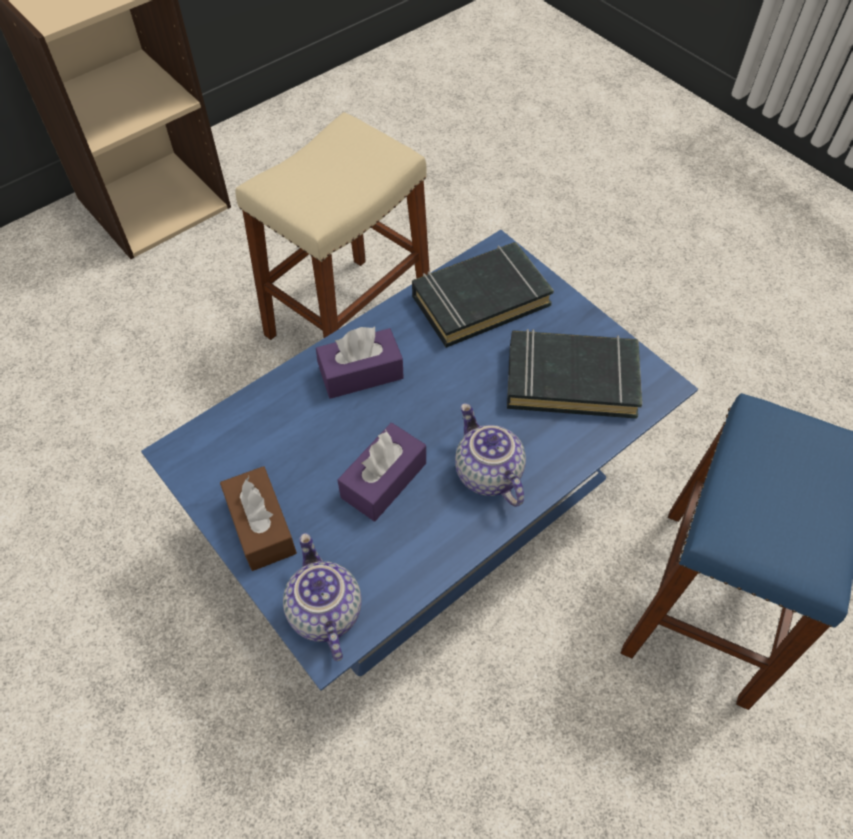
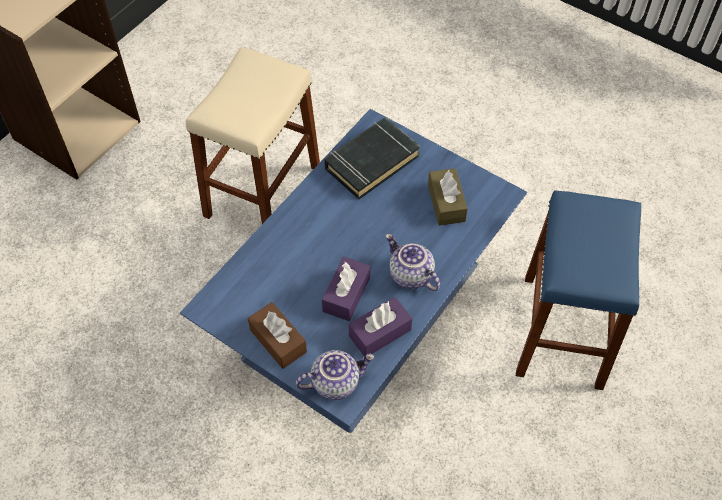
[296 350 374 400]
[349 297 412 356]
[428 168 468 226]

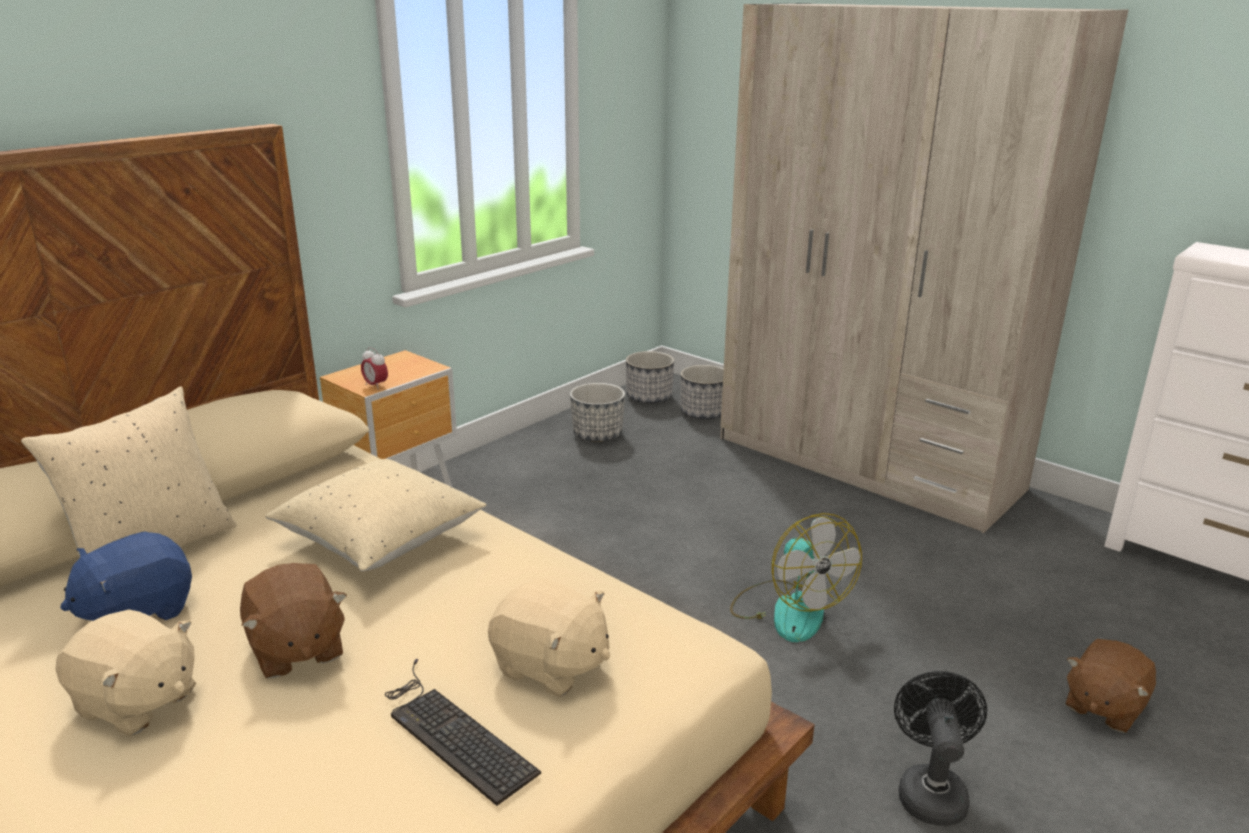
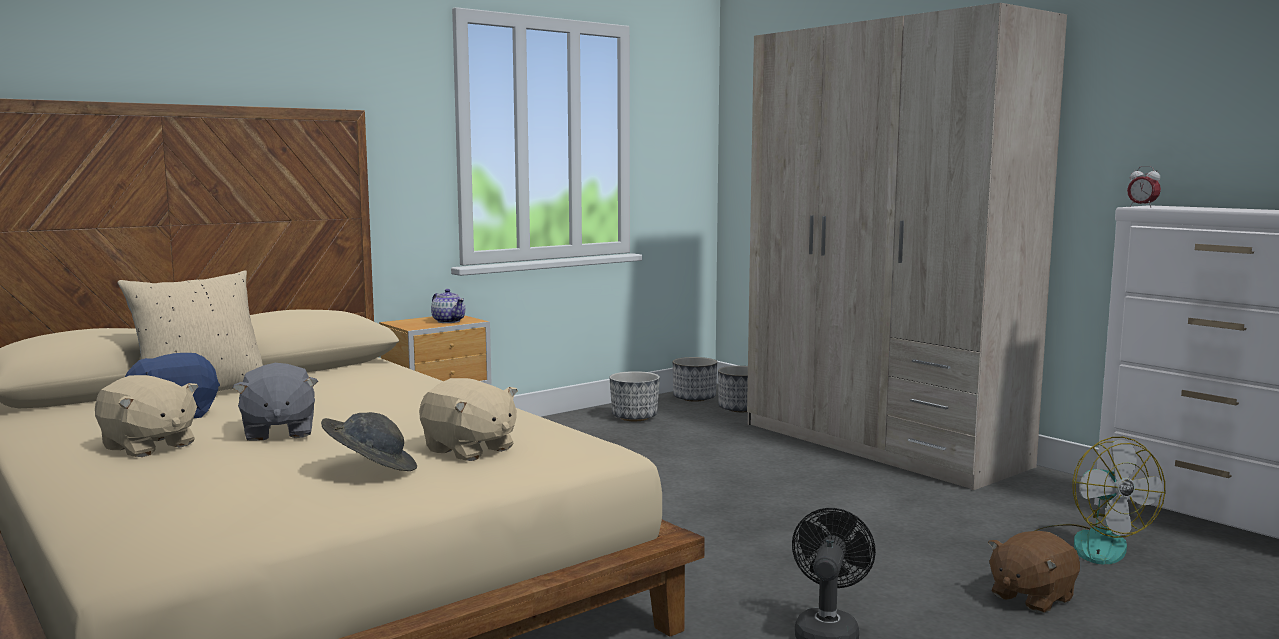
[232 363 318 441]
[321 412 417 471]
[431 289 465 323]
[1034 437 1165 564]
[1127 166 1161 207]
[265 459 487 571] (first image)

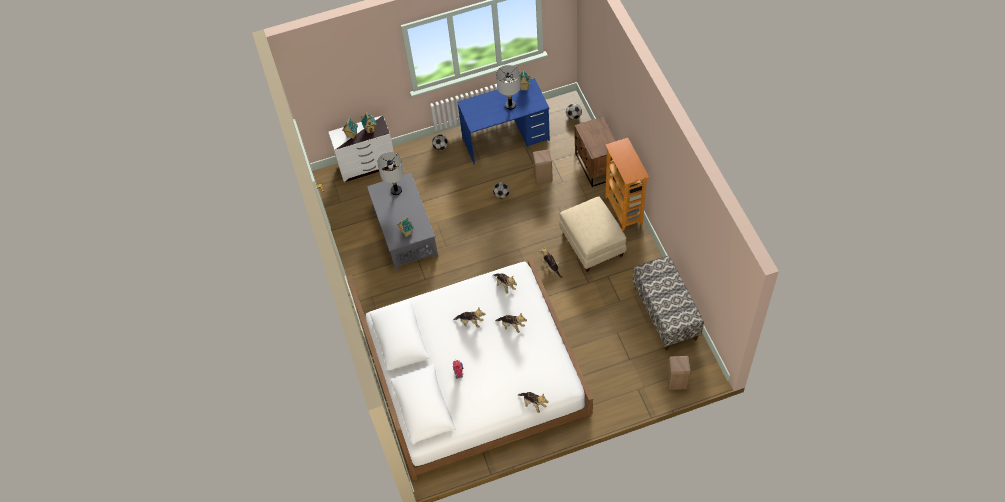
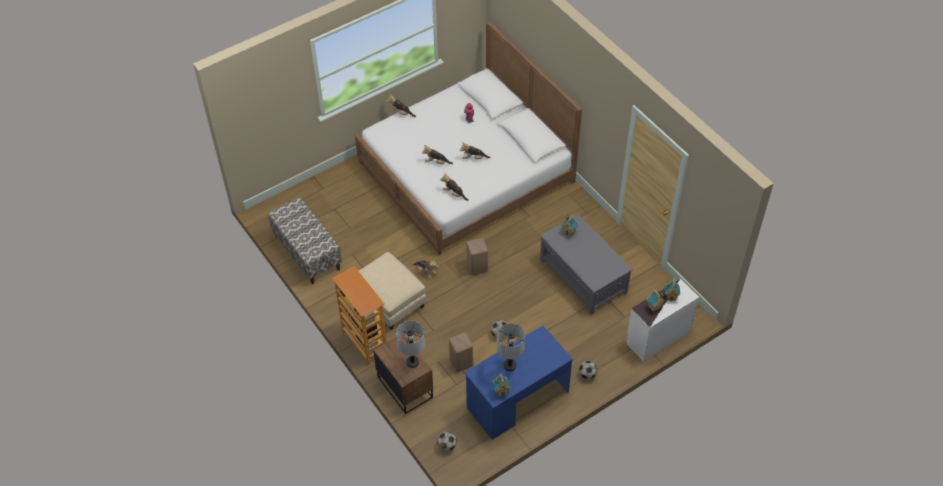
[396 321 425 368]
[466 238 488 275]

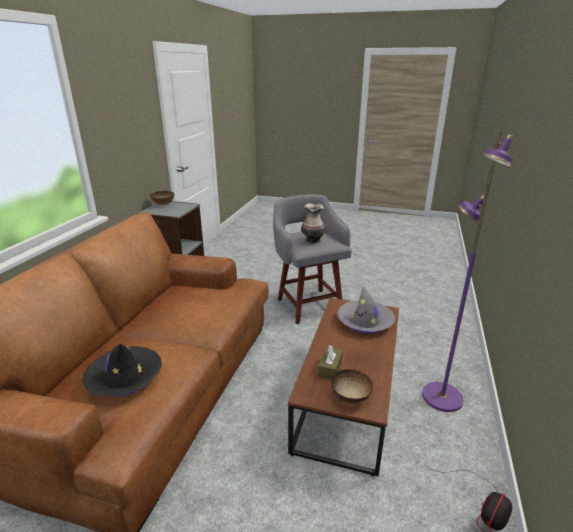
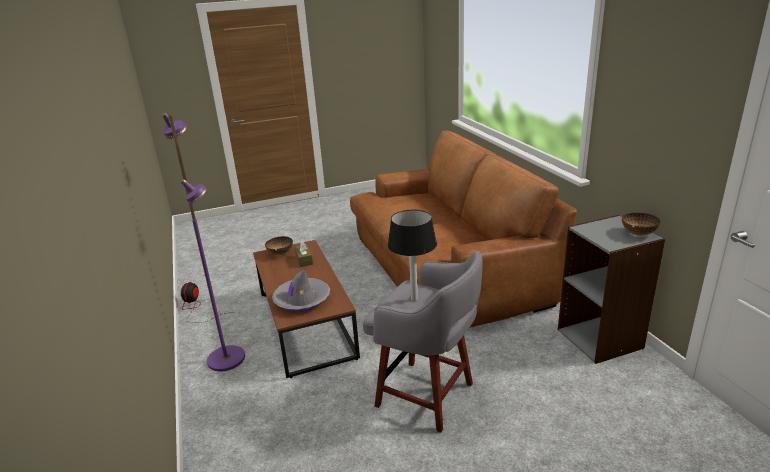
[388 210 437 301]
[82 344 162 397] (first image)

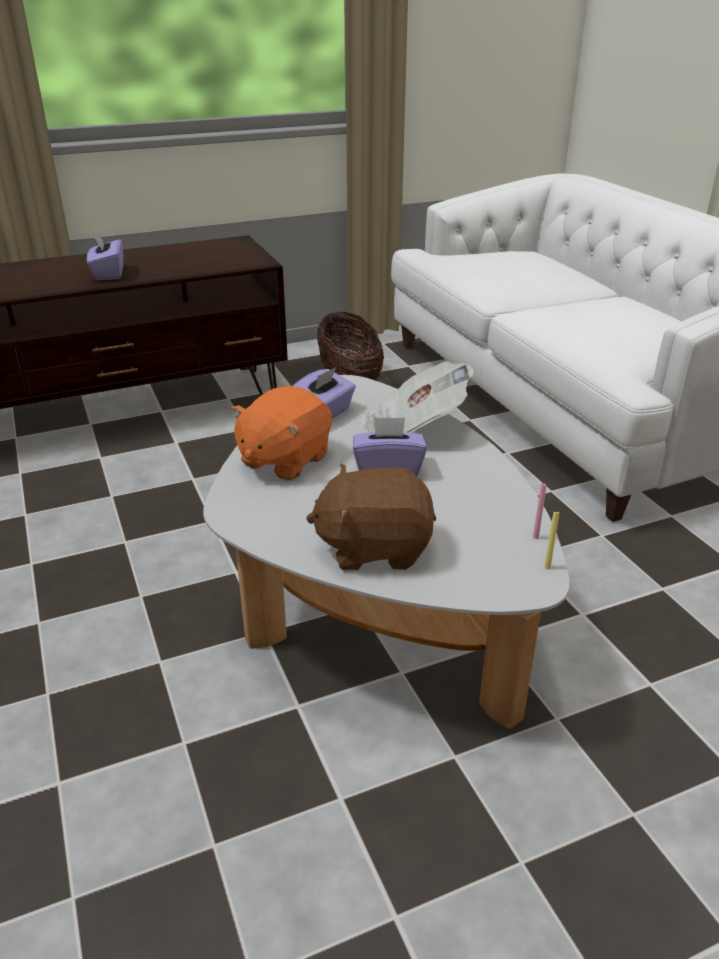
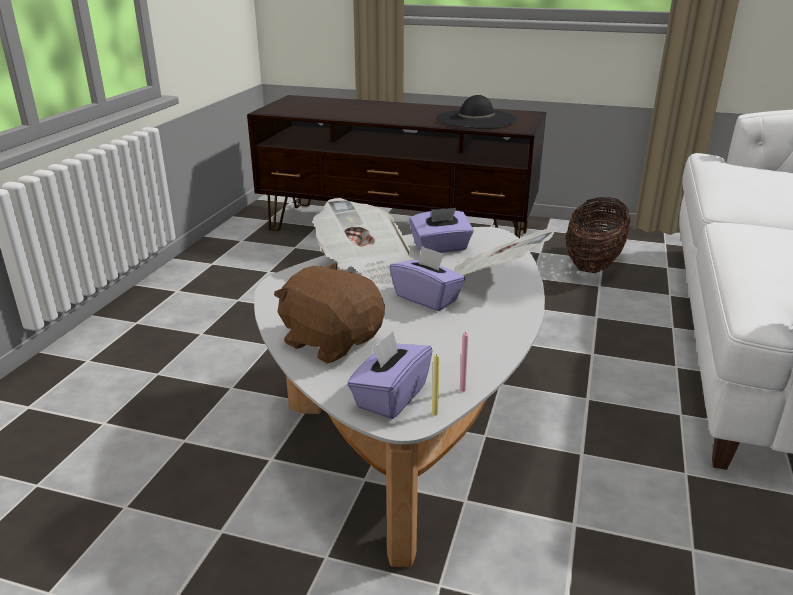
[313 198 414 287]
[347 331 433 419]
[436 95 517 129]

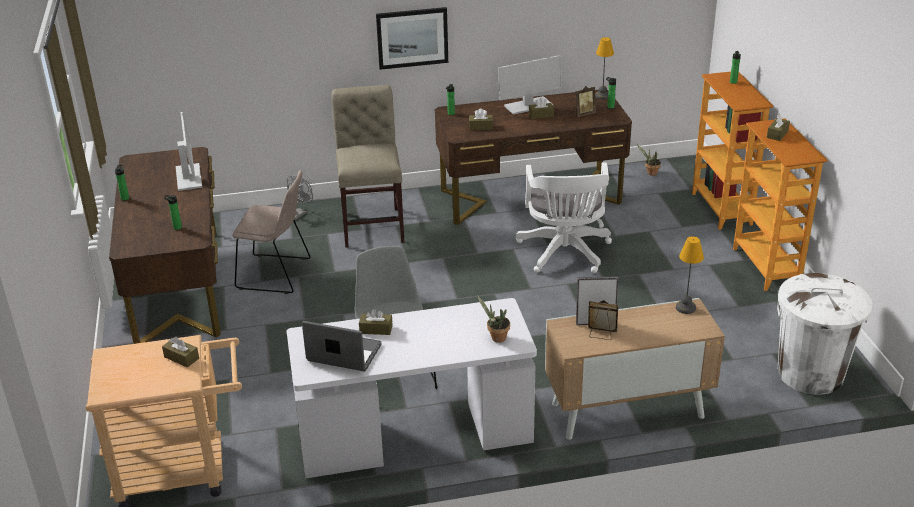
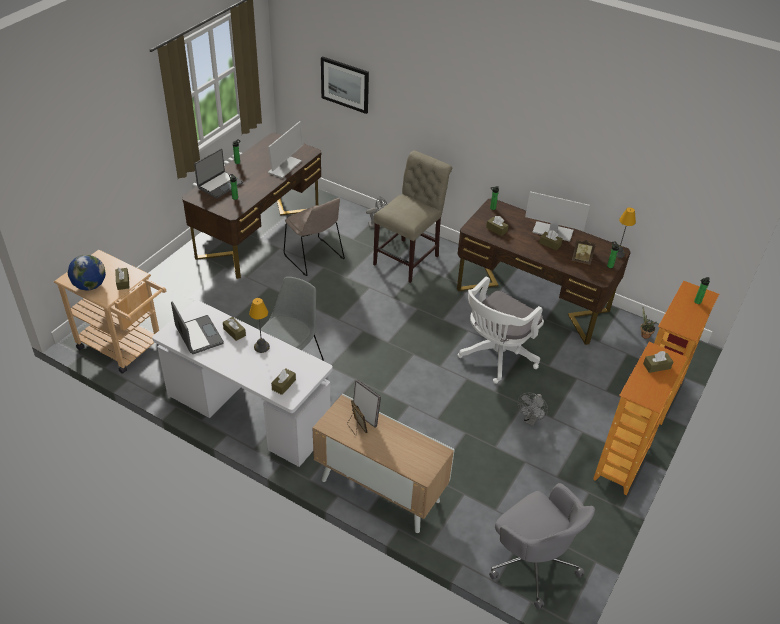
[68 255 106 291]
[194 149 243 199]
[249 298 270 353]
[271 368 296 395]
[321 56 369 114]
[489 483 595 609]
[517 393 548 426]

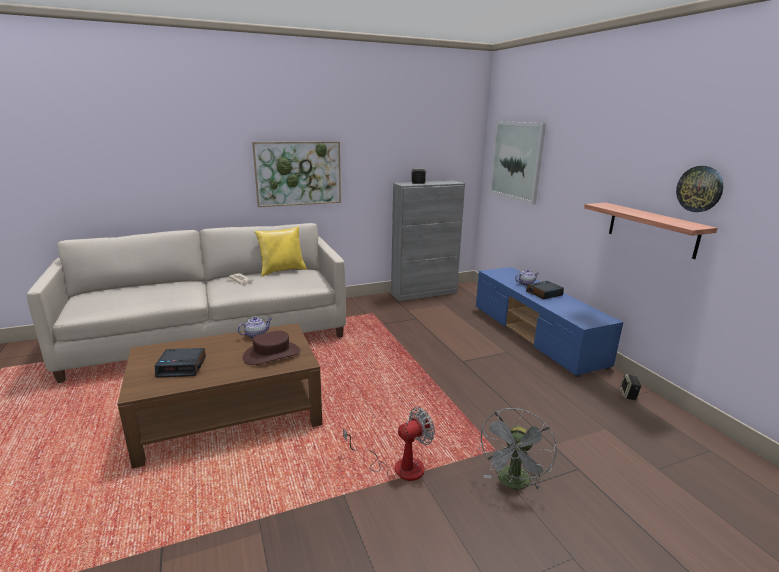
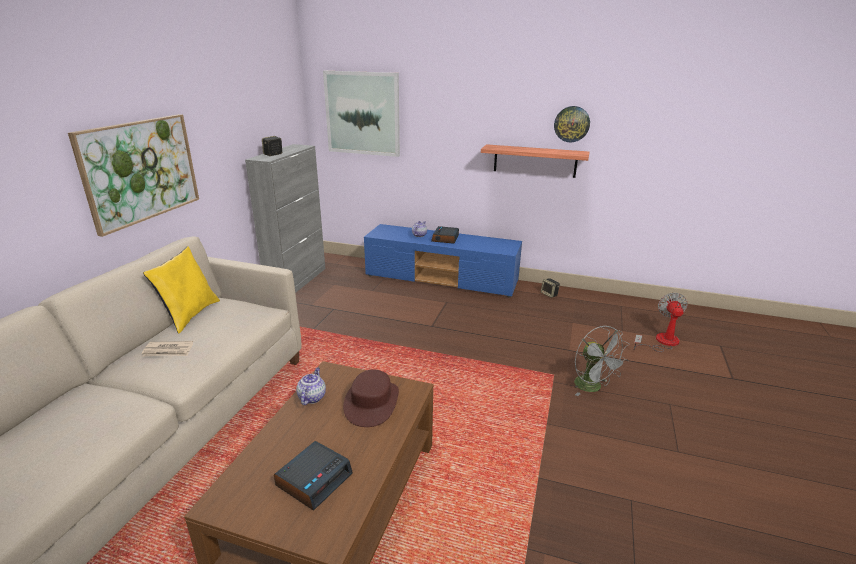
[634 293 688 352]

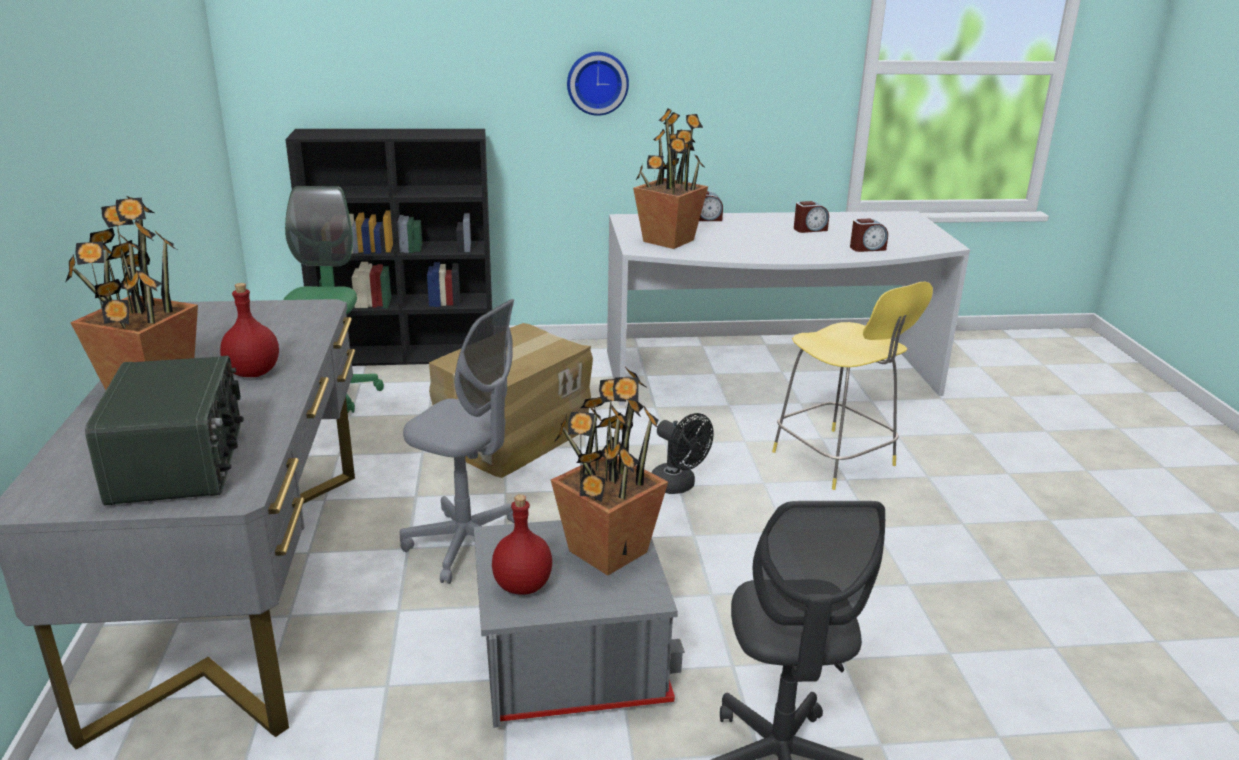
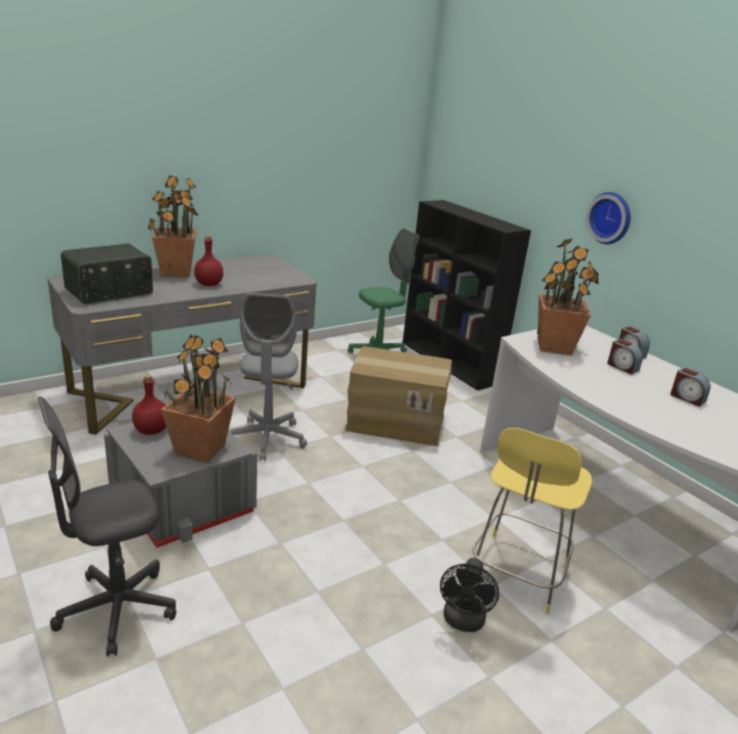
[440 558 499 632]
[607 339 643 375]

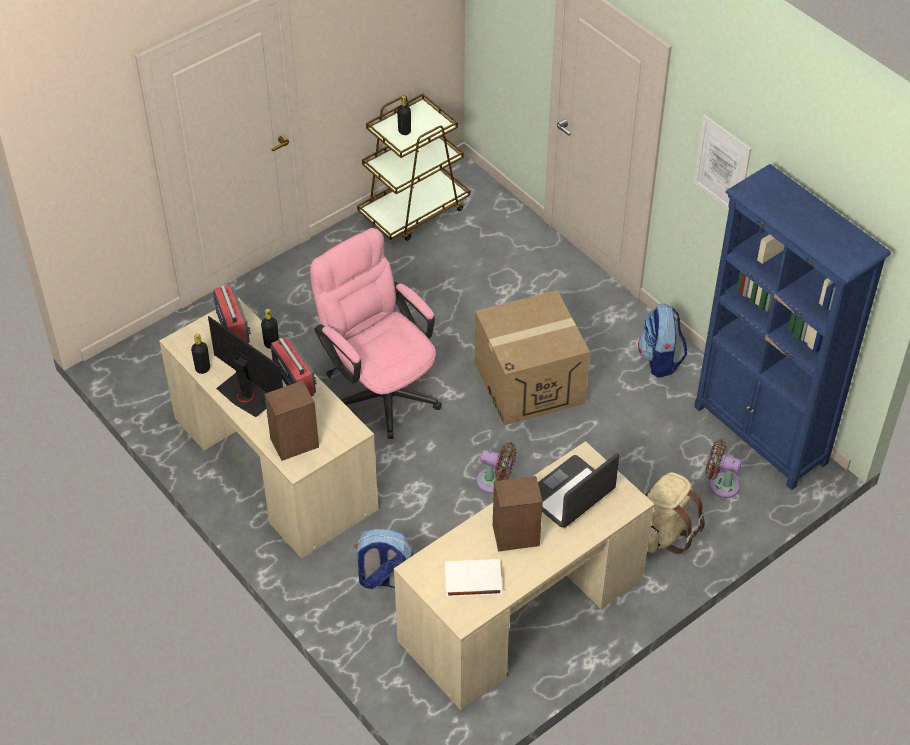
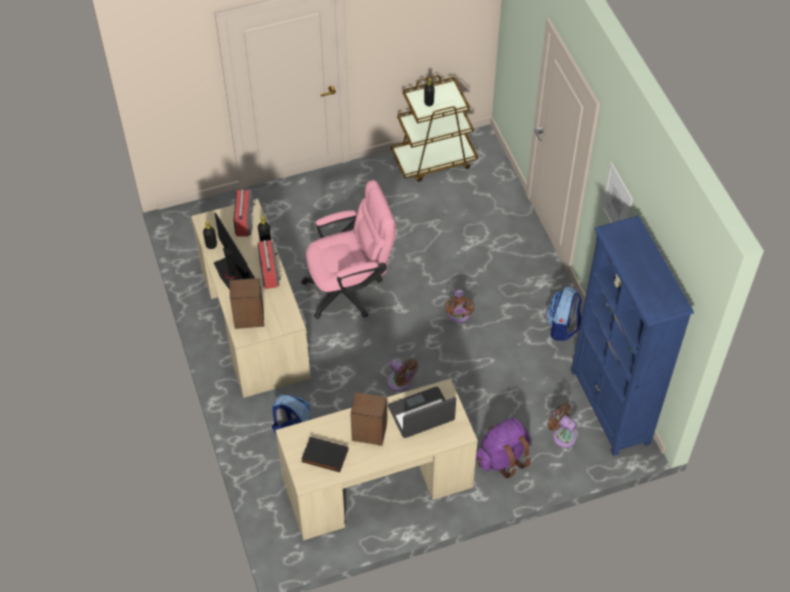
[301 180 396 319]
[302 437 349 472]
[444 290 475 323]
[476 418 531 479]

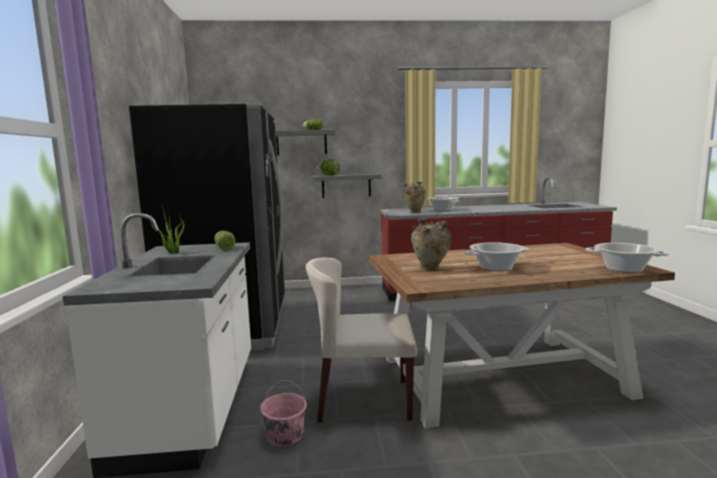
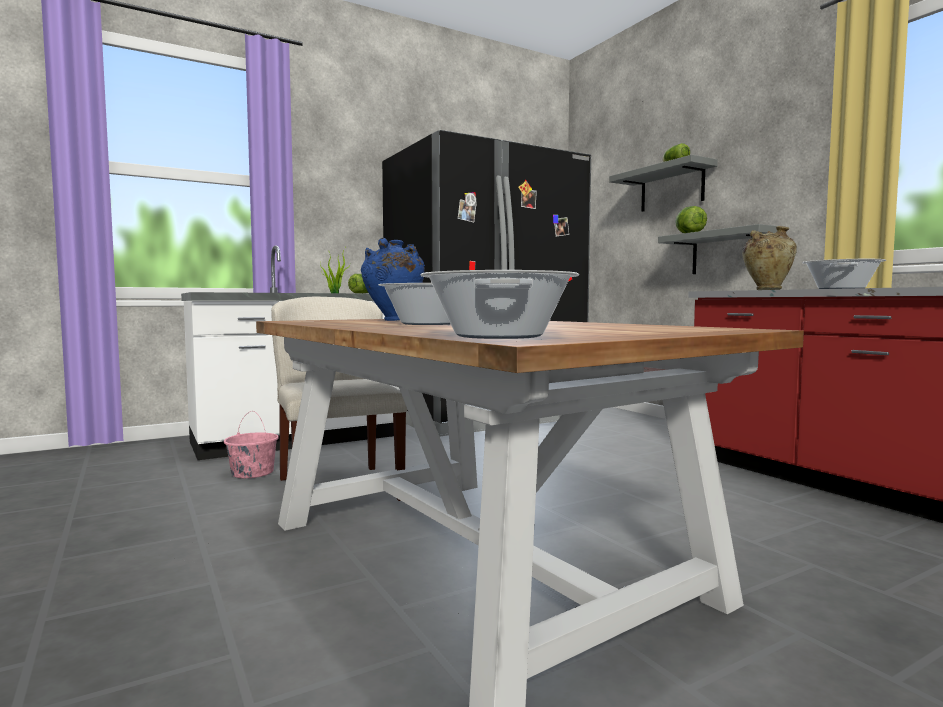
[361 238 425 321]

